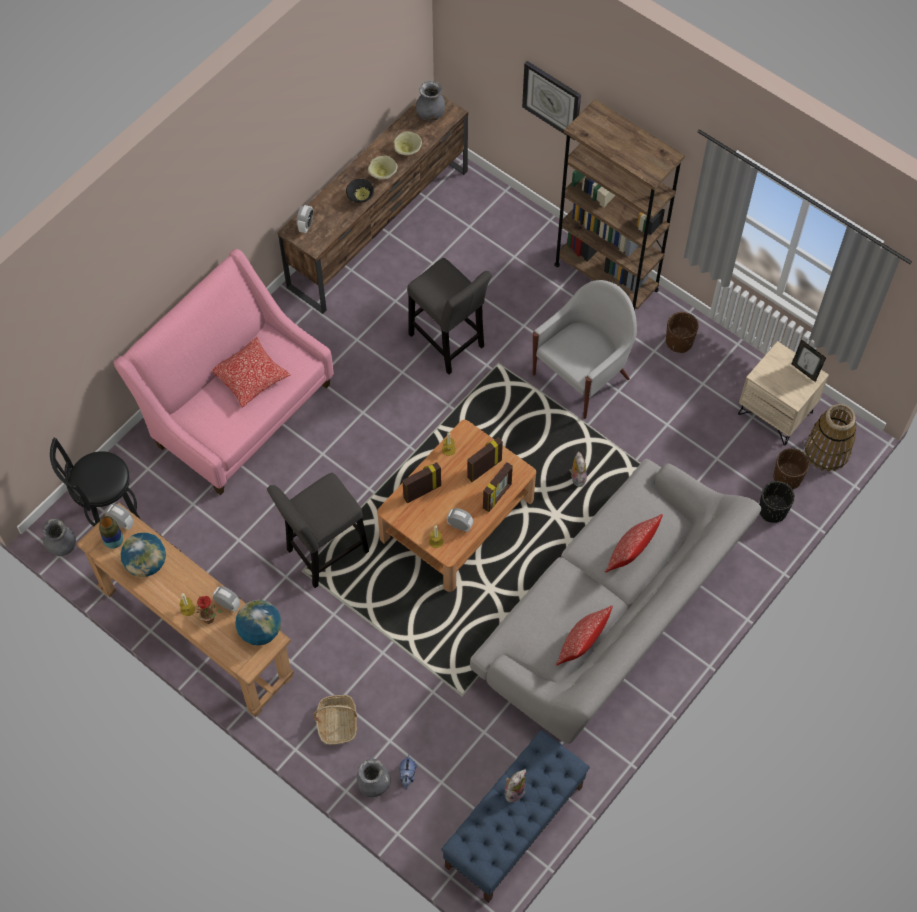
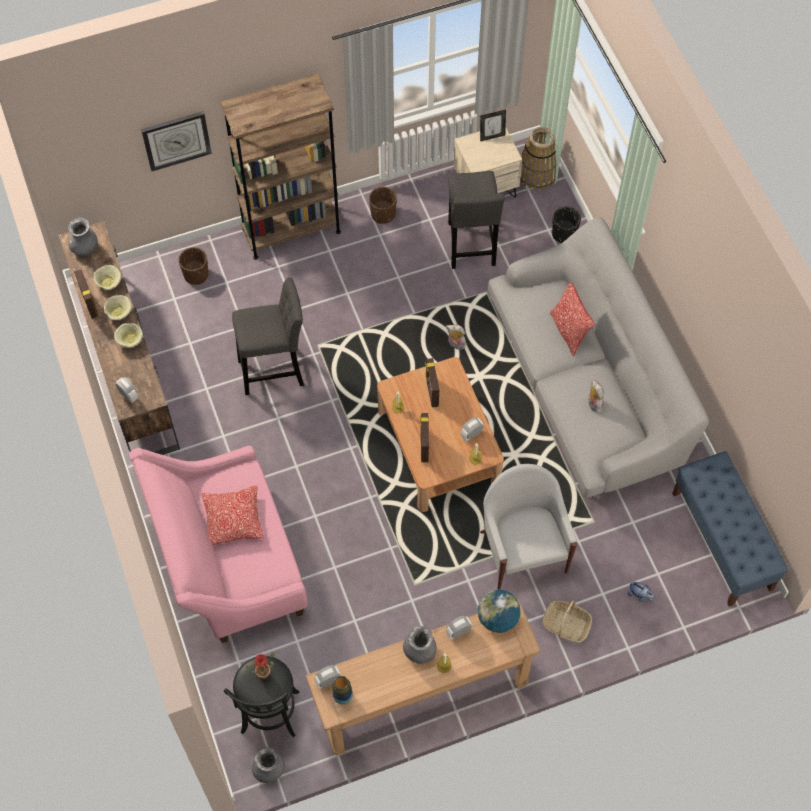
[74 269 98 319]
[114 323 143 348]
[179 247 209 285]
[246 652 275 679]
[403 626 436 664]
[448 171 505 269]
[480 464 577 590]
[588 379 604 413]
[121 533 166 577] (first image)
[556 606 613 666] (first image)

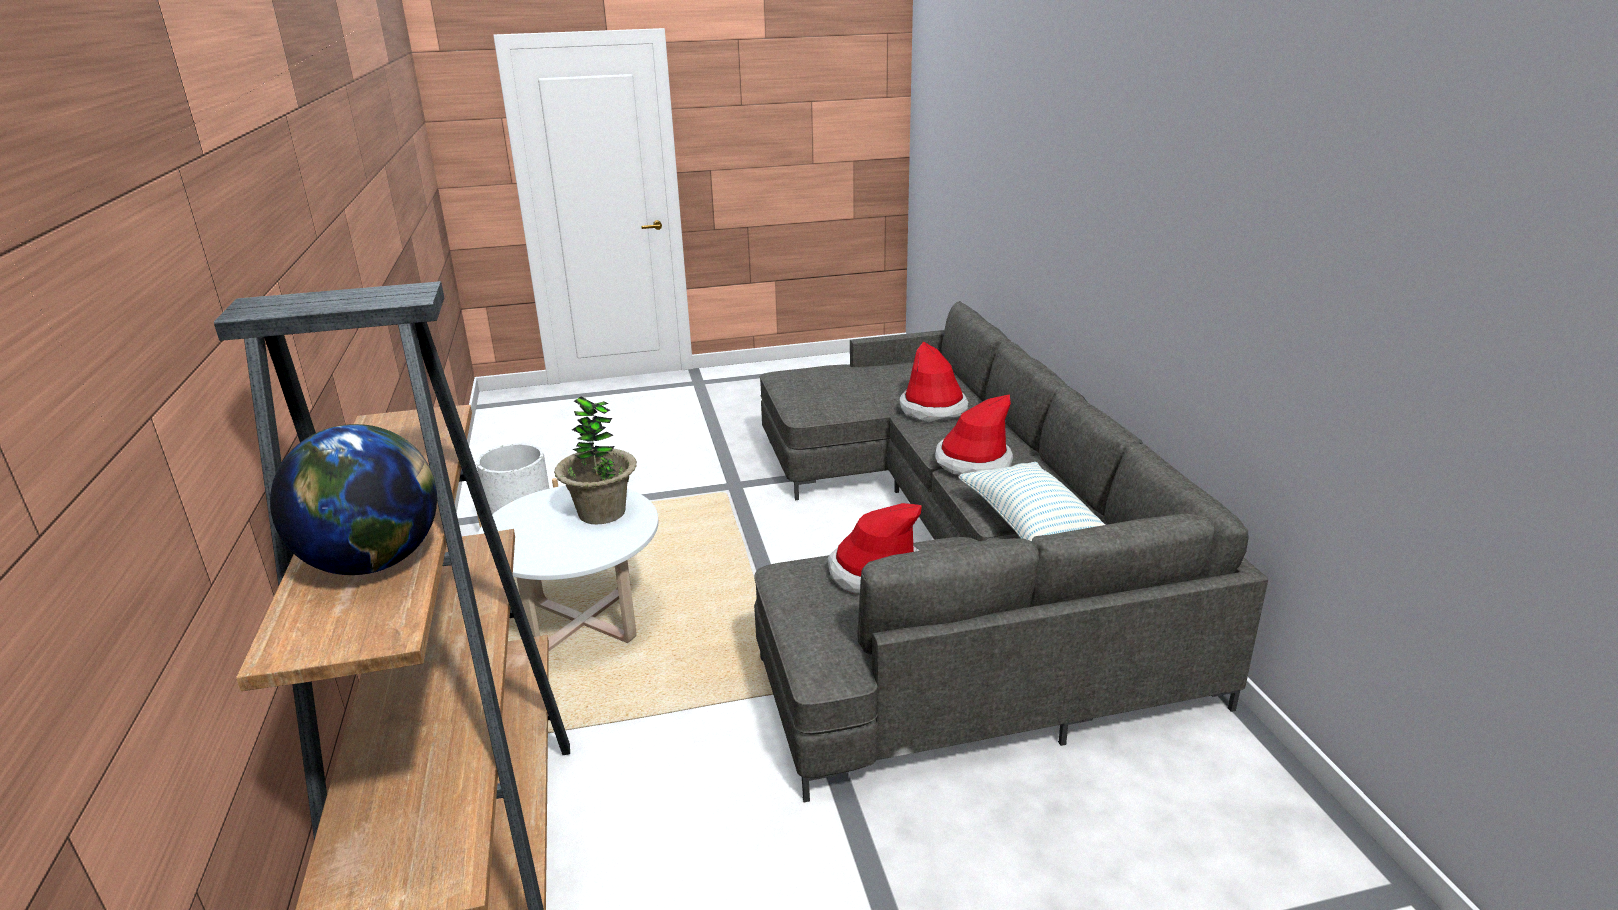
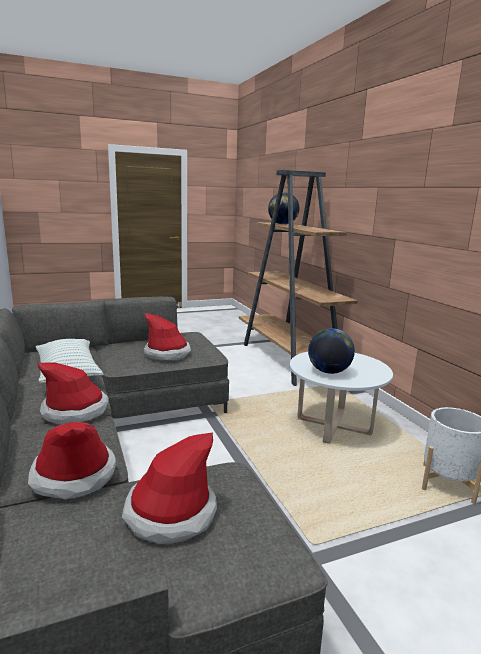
[122 432 217 544]
[308 328 355 374]

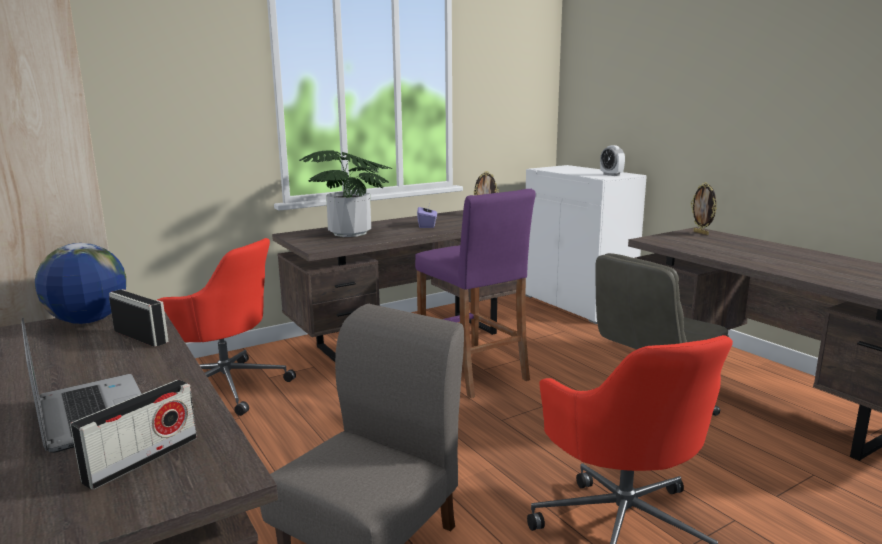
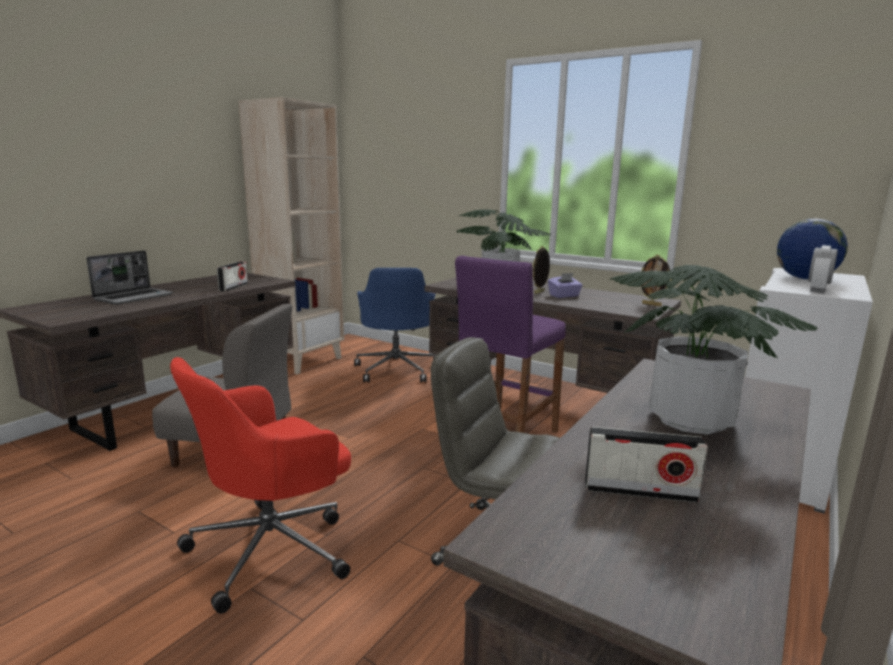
[354 268 436 382]
[532 246 550 294]
[585 427 708 503]
[610 265 818 435]
[777 218 848 279]

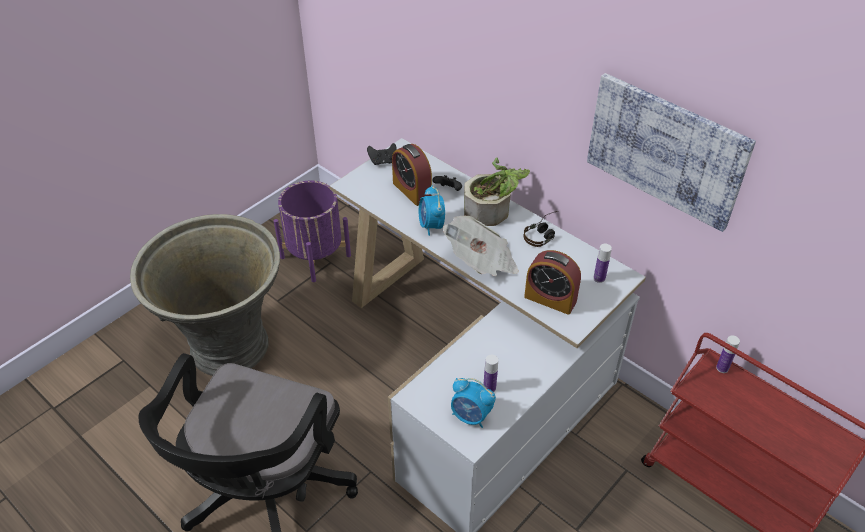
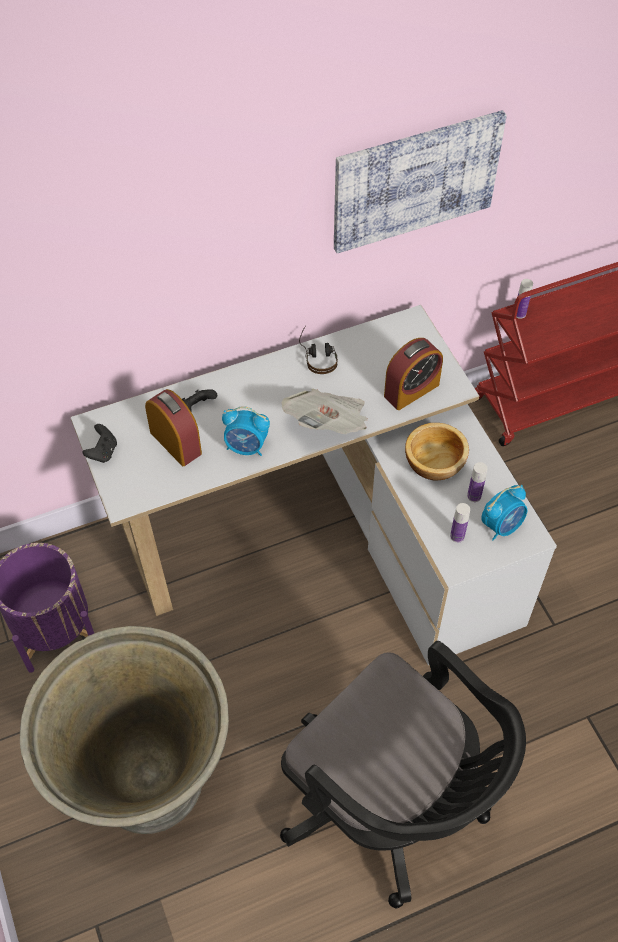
[145 389 202 466]
[405 423 469 480]
[450 503 470 543]
[464 157 530 226] (first image)

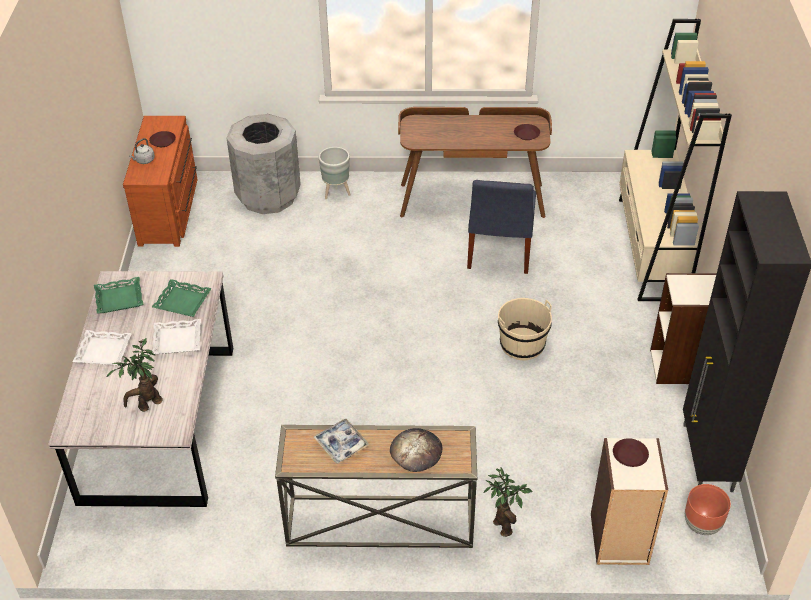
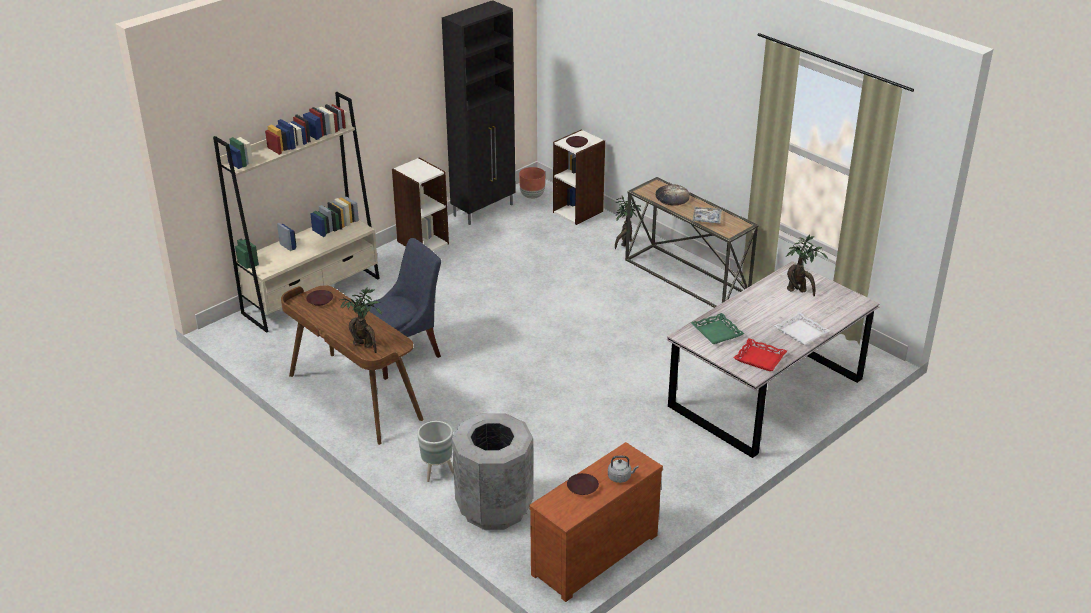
[340 287 382 353]
[734 338 787 371]
[152 319 201 354] (first image)
[498 298 552 360] (first image)

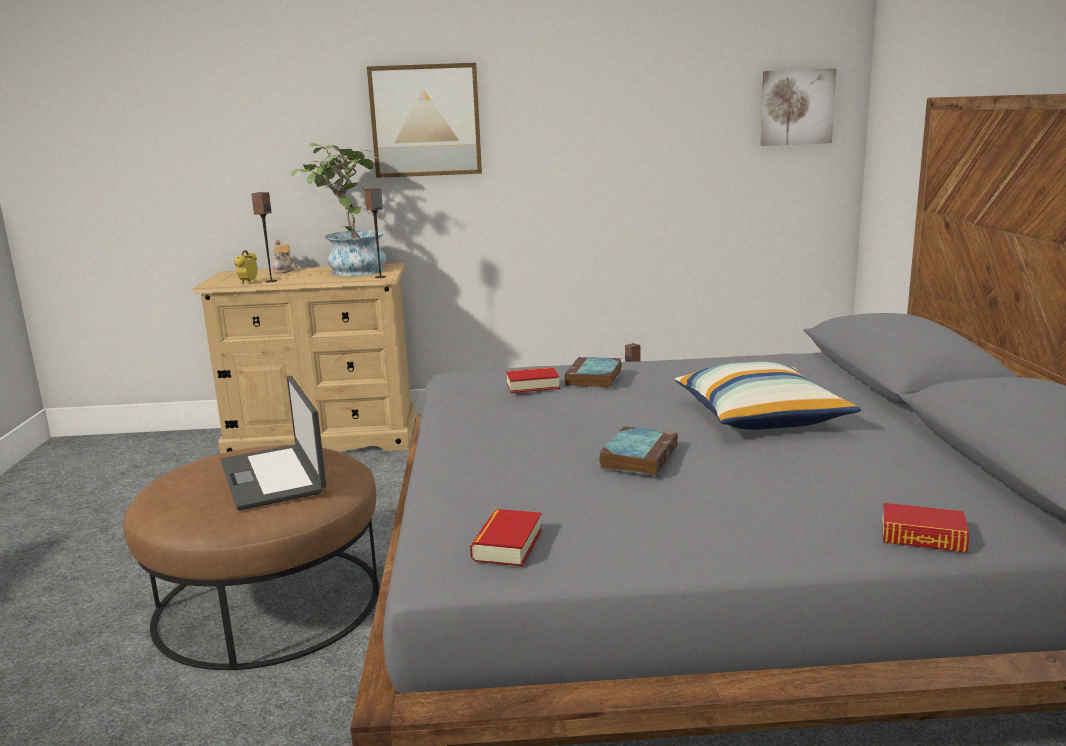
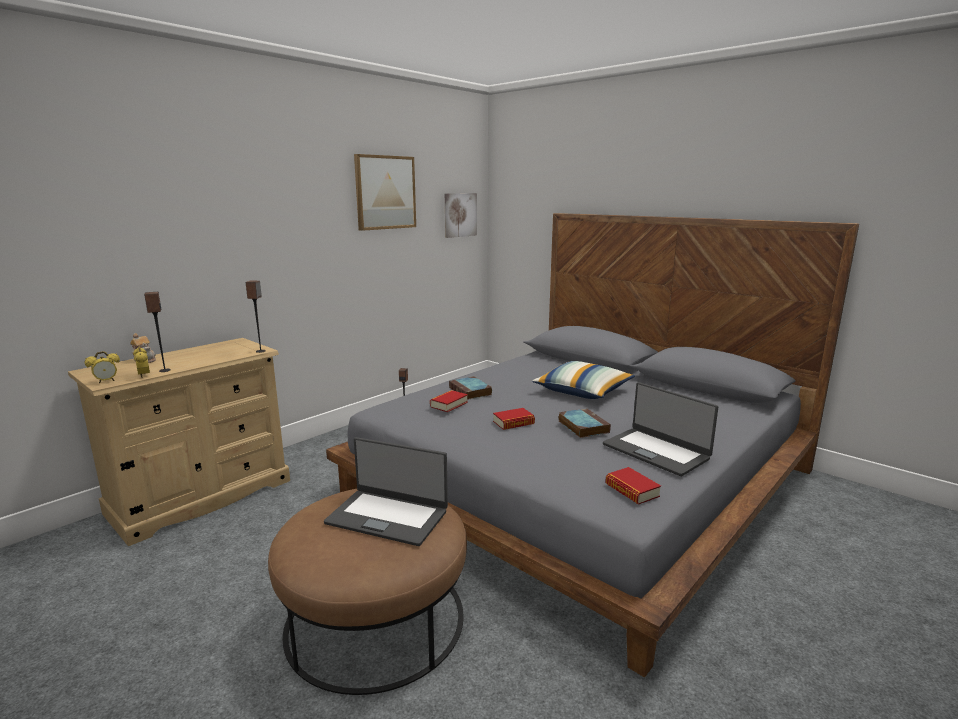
[85 351 120 383]
[354 154 416 231]
[493 408 535 430]
[603 382 718 476]
[291 143 386 276] (first image)

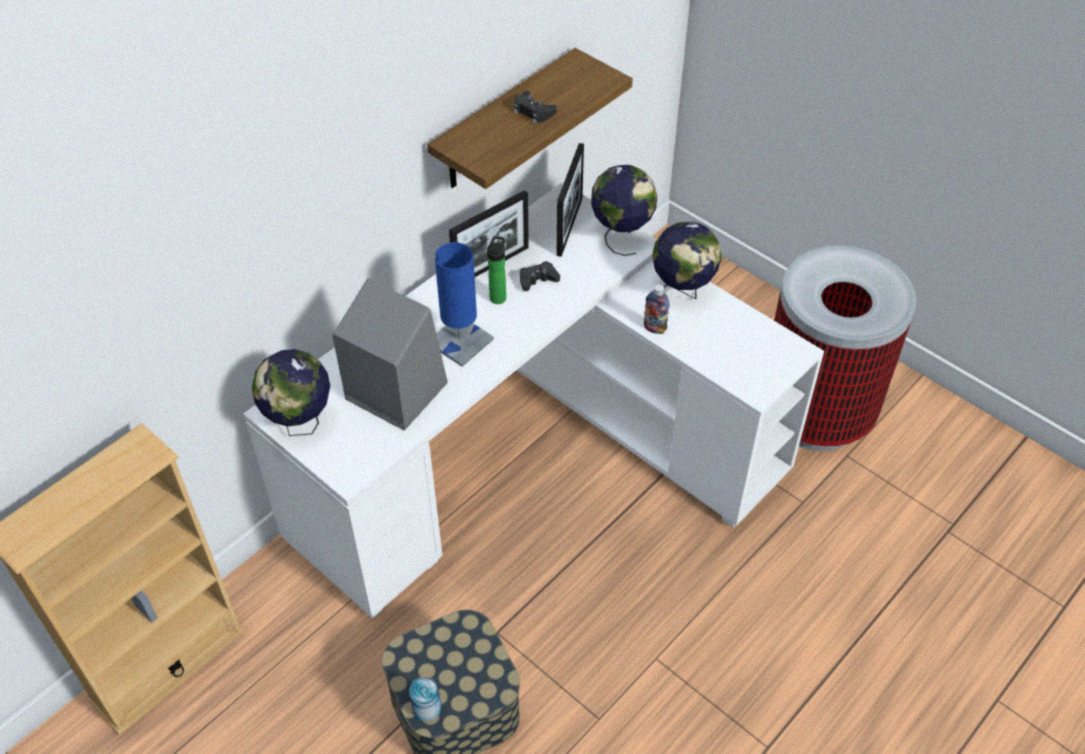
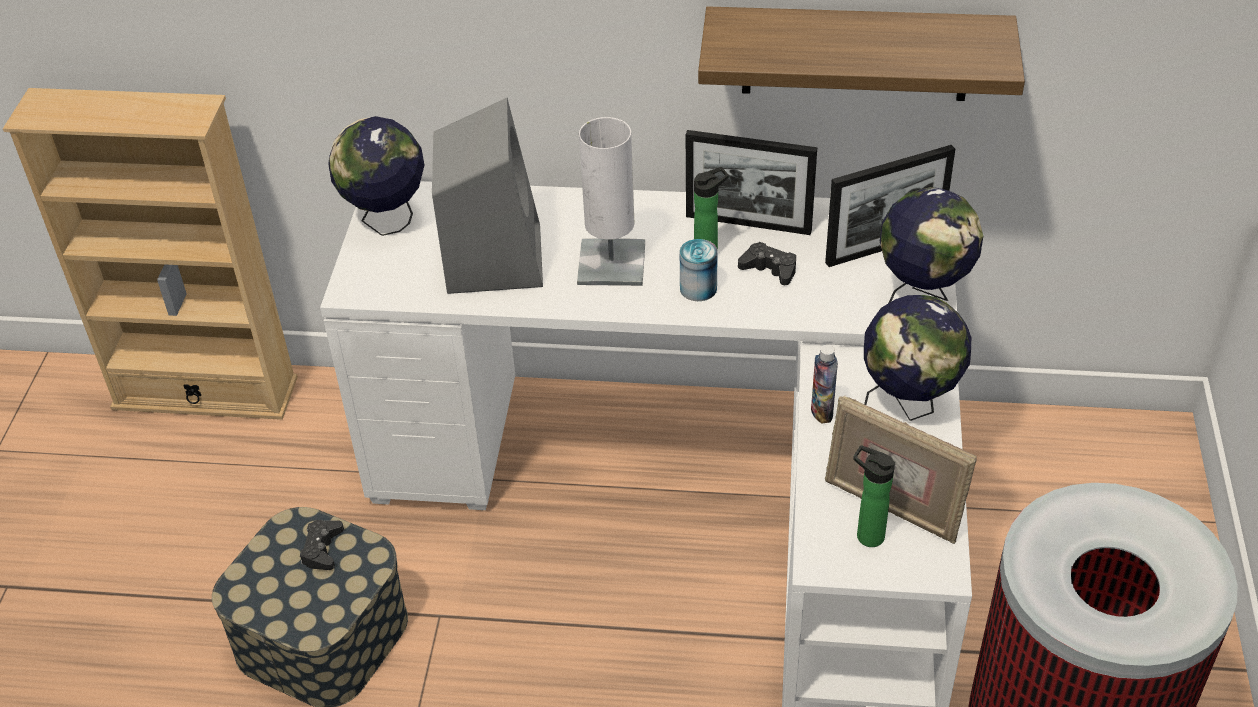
[300 520 344 570]
[577 117 645 286]
[680 239 718 301]
[825 395 977 544]
[853 445 895 547]

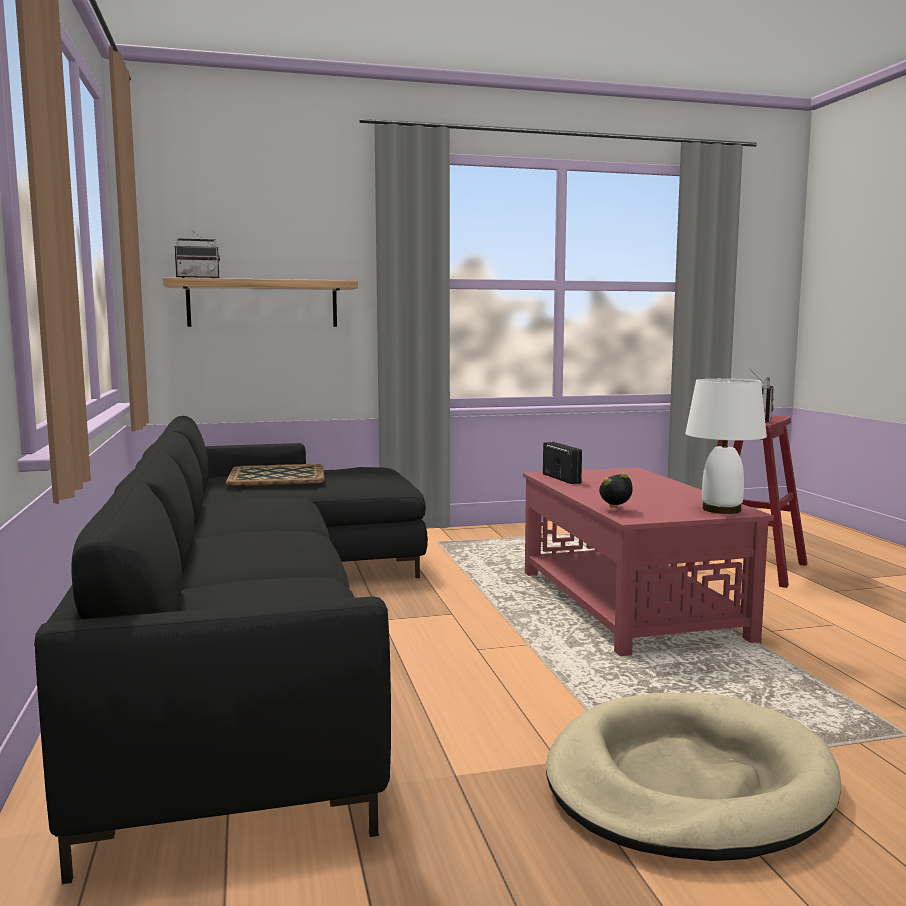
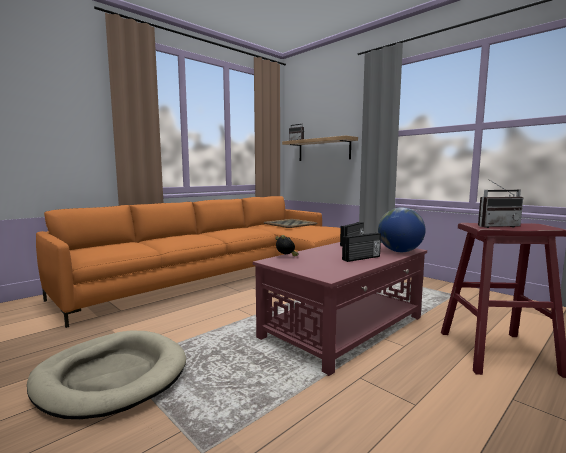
[36 196 341 328]
[342 232 381 262]
[378 207 426 252]
[685 379 767 514] (first image)

